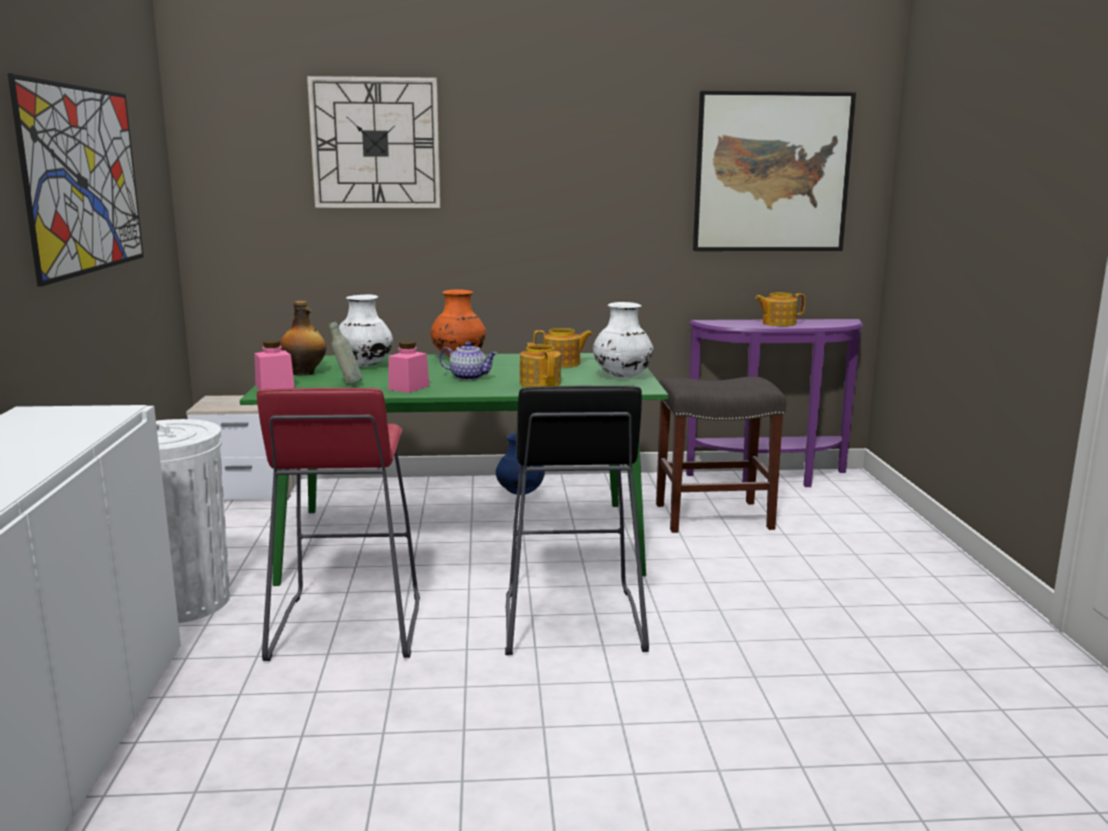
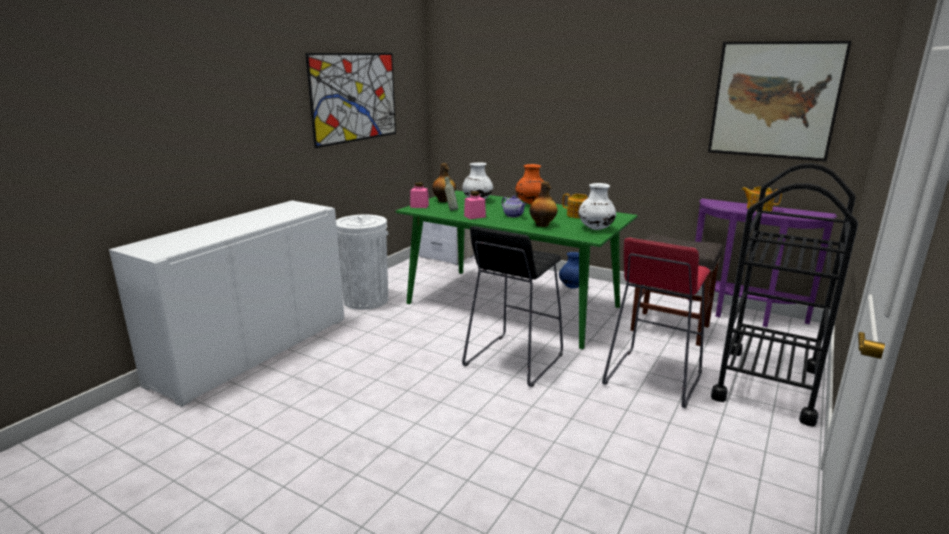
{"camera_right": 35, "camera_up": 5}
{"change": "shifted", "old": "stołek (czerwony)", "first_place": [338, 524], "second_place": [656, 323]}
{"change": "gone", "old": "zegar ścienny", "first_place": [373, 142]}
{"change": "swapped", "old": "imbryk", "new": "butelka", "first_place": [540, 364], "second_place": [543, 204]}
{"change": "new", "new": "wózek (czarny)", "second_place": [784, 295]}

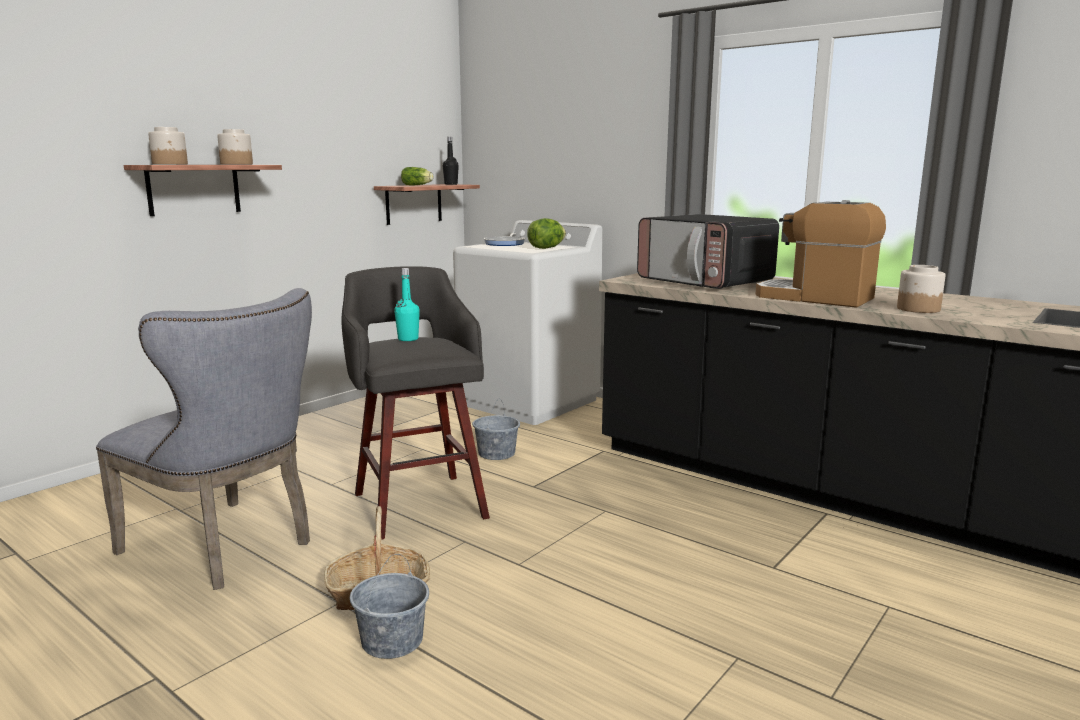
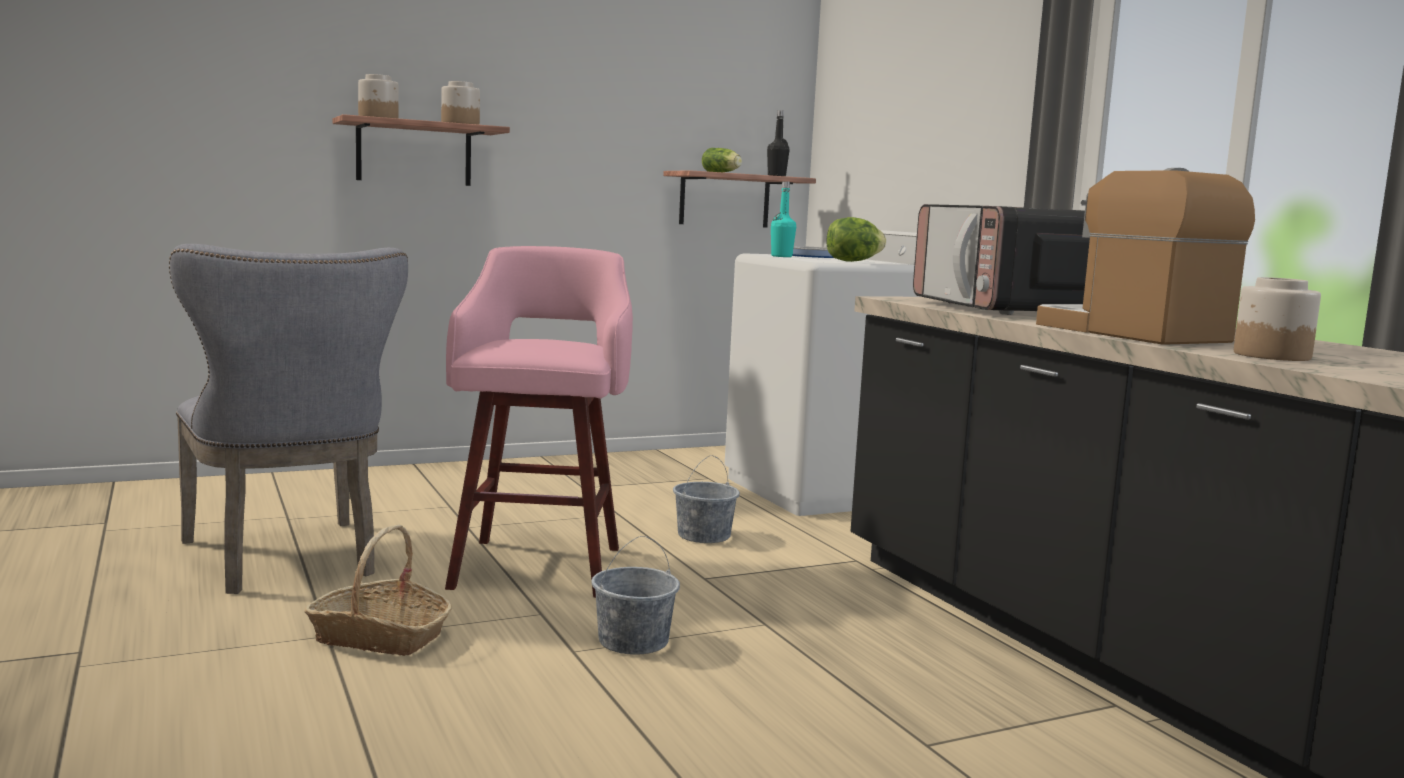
{"camera_right": 25, "camera_up": -5}
{"change": "repainted", "old": "stołek (szary)", "new": "stołek (różowy)", "first_place": [415, 403], "second_place": [539, 422]}
{"change": "shifted", "old": "wiadro (szary)", "first_place": [389, 606], "second_place": [636, 595]}
{"change": "shifted", "old": "butelka (turkusowy)", "first_place": [407, 304], "second_place": [783, 219]}

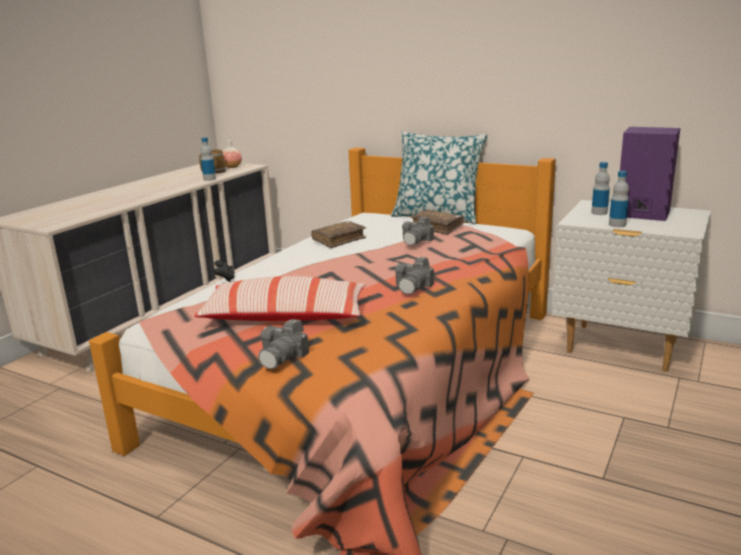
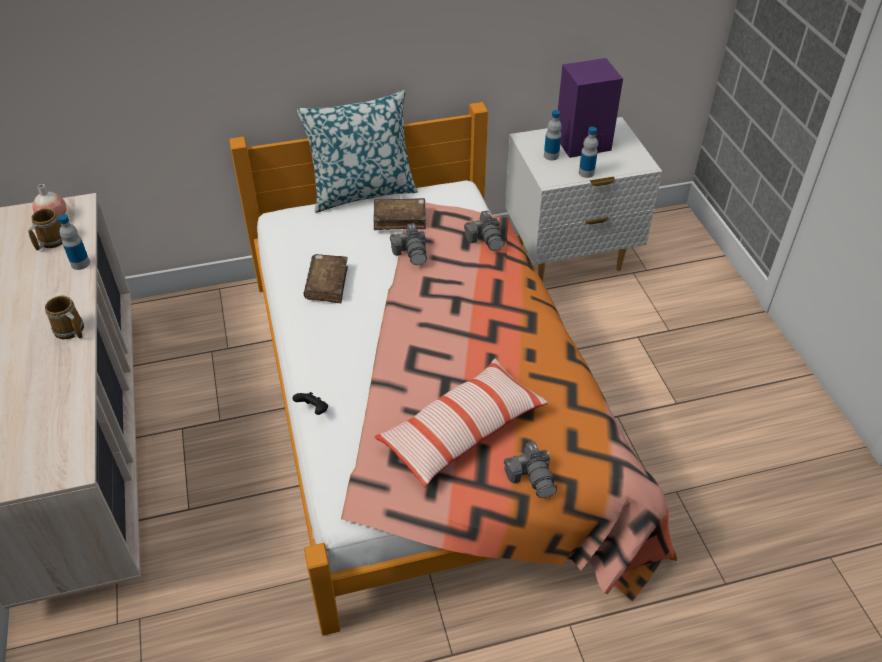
{"camera_right": -45, "camera_up": 25}
{"change": "shifted", "old": "aparat fotograficzny", "first_place": [414, 275], "second_place": [484, 230]}
{"change": "new", "new": "kubek", "second_place": [64, 317]}

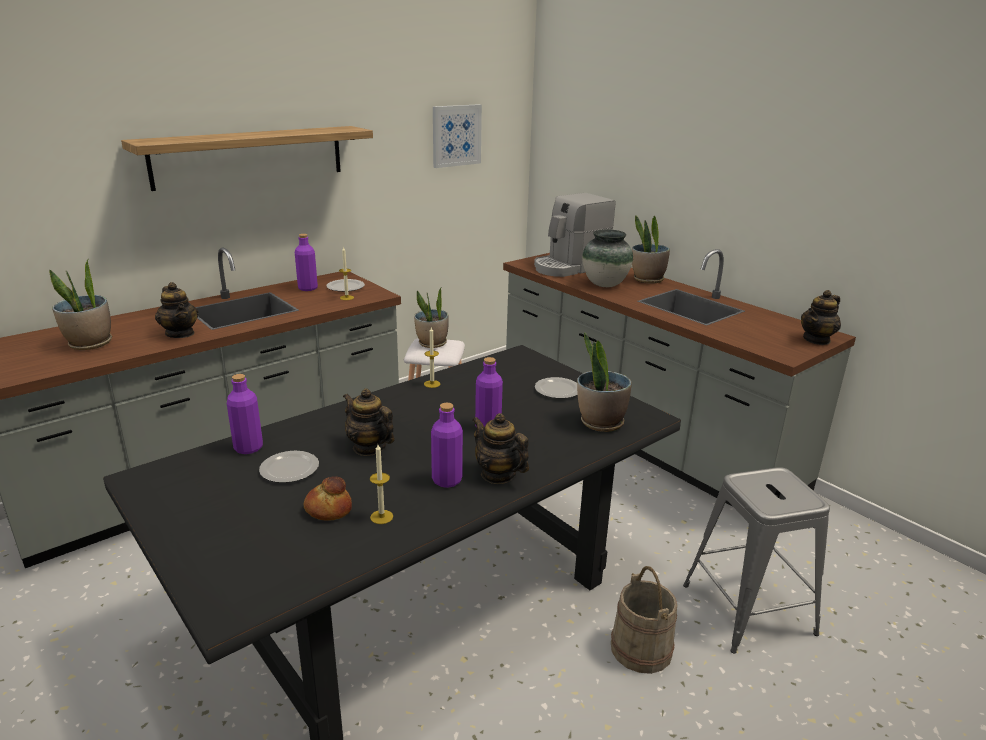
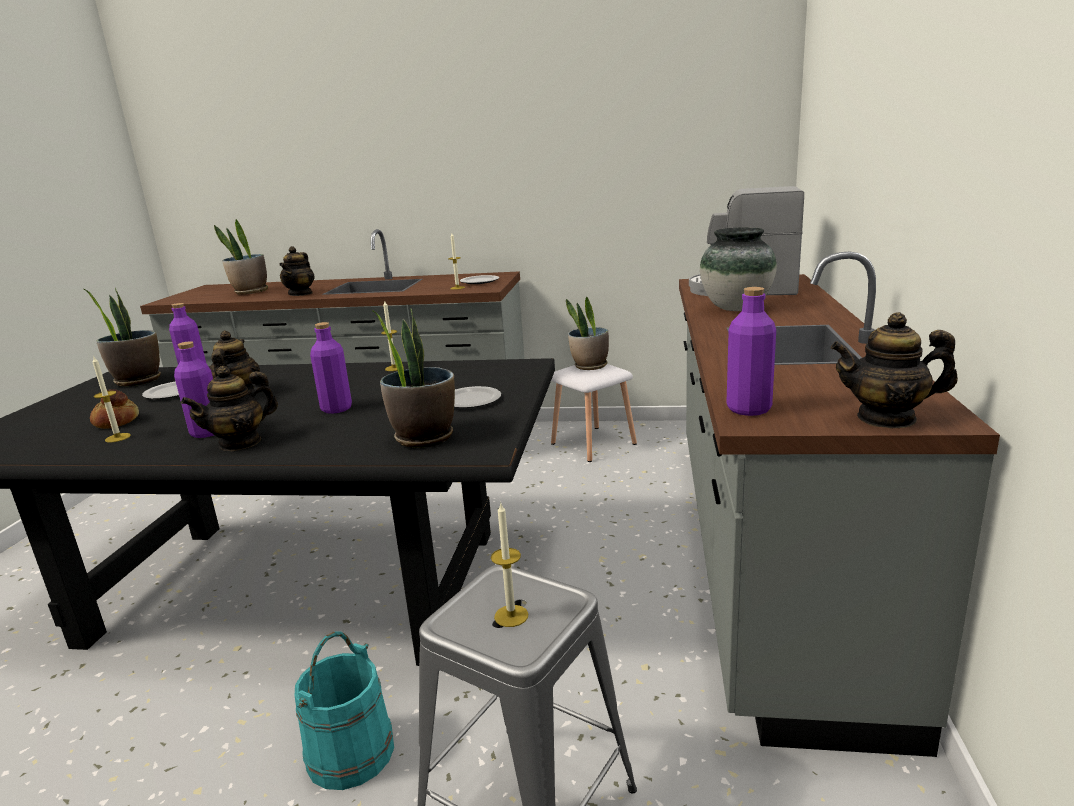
{"camera_right": 50, "camera_up": -5}
{"change": "gone", "old": "półka", "first_place": [247, 158]}
{"change": "shifted", "old": "butelka (fioletowy)", "first_place": [306, 262], "second_place": [751, 351]}
{"change": "gone", "old": "obraz", "first_place": [457, 136]}
{"change": "rotated", "old": "imbryk", "first_place": [500, 448], "second_place": [229, 408], "degrees": -135}
{"change": "repainted", "old": "wiadro (beżowy)", "new": "wiadro (turkusowy)", "first_place": [644, 620], "second_place": [344, 710]}
{"change": "shifted", "old": "roślina doniczkowa", "first_place": [651, 249], "second_place": [122, 337]}
{"change": "new", "new": "świeca", "second_place": [509, 565]}

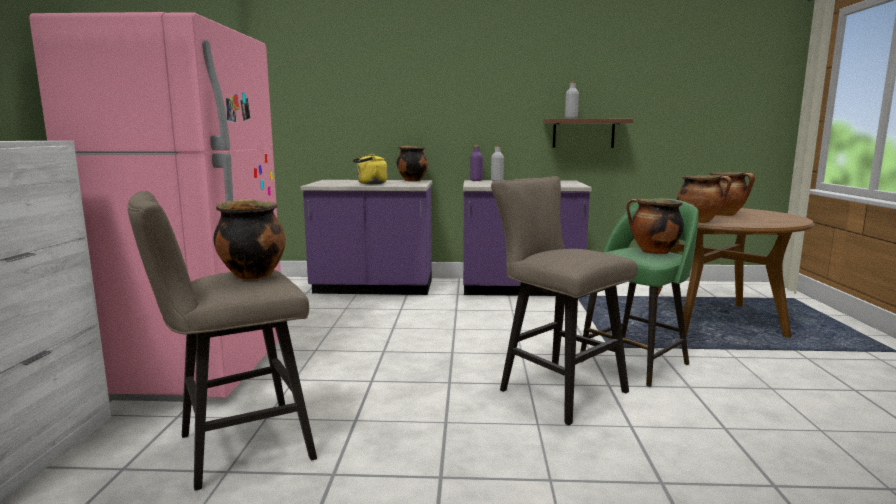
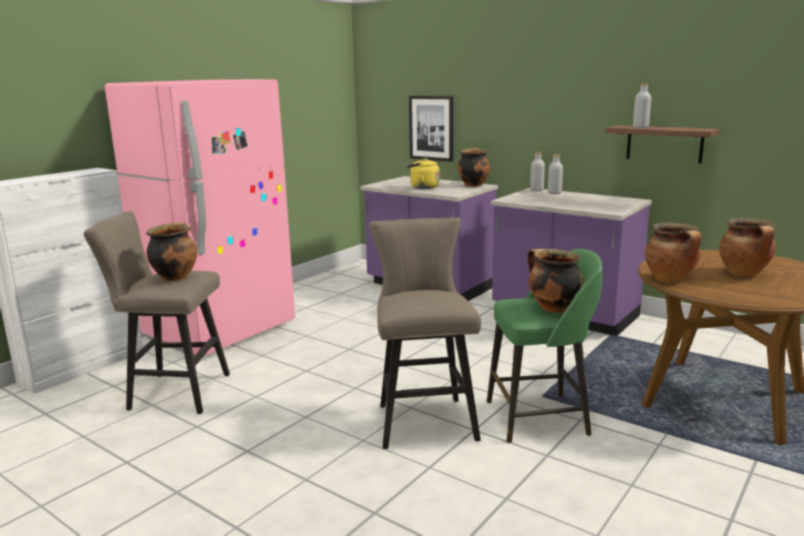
{"camera_right": 35, "camera_up": 5}
{"change": "repainted", "old": "butelka (fioletowy)", "new": "butelka (szary)", "first_place": [476, 163], "second_place": [537, 171]}
{"change": "new", "new": "obraz", "second_place": [431, 129]}

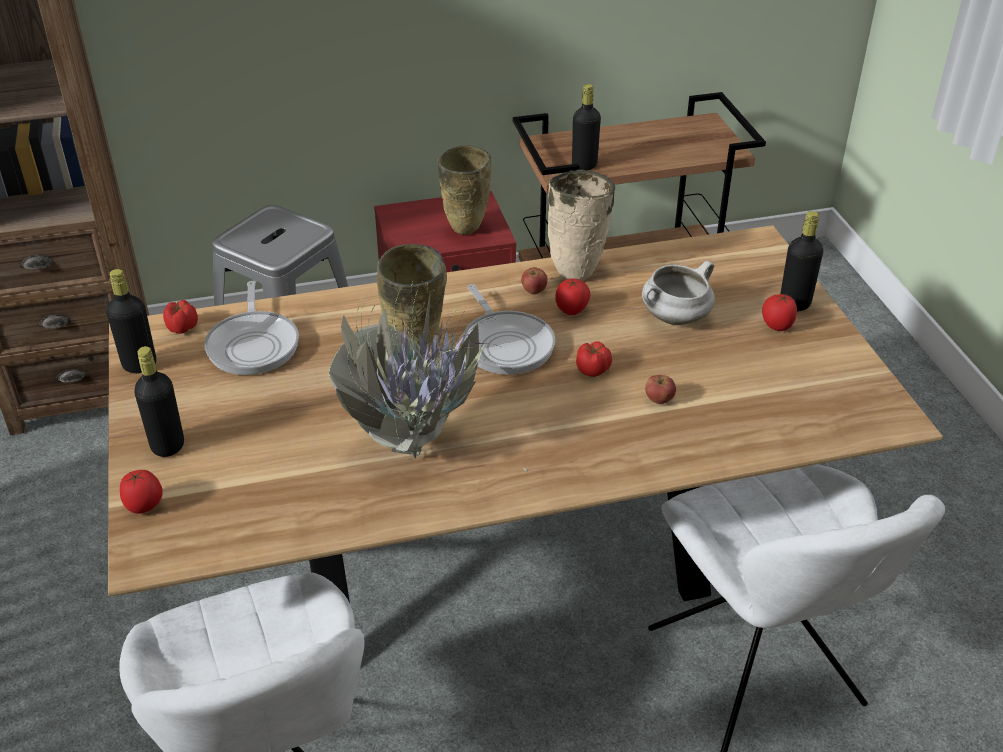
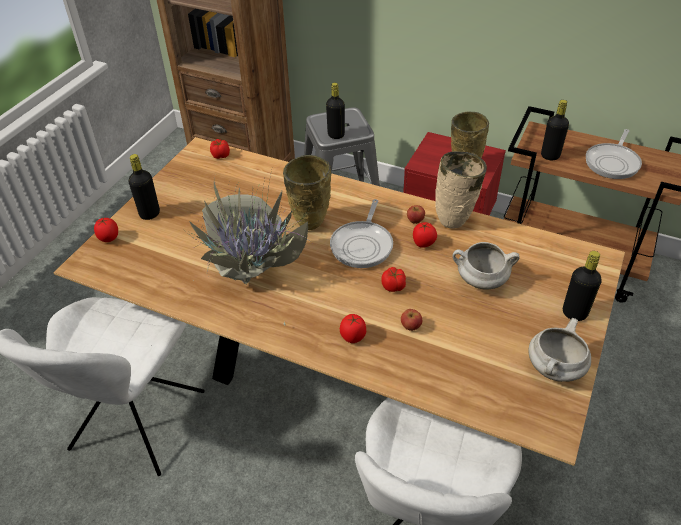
{"camera_right": 40, "camera_up": 5}
{"change": "shifted", "old": "butelka (czarny)", "first_place": [131, 321], "second_place": [335, 111]}
{"change": "shifted", "old": "patelnia", "first_place": [251, 328], "second_place": [614, 154]}
{"change": "shifted", "old": "pomidor", "first_place": [779, 312], "second_place": [353, 328]}
{"change": "new", "new": "garnek (biały)", "second_place": [559, 350]}

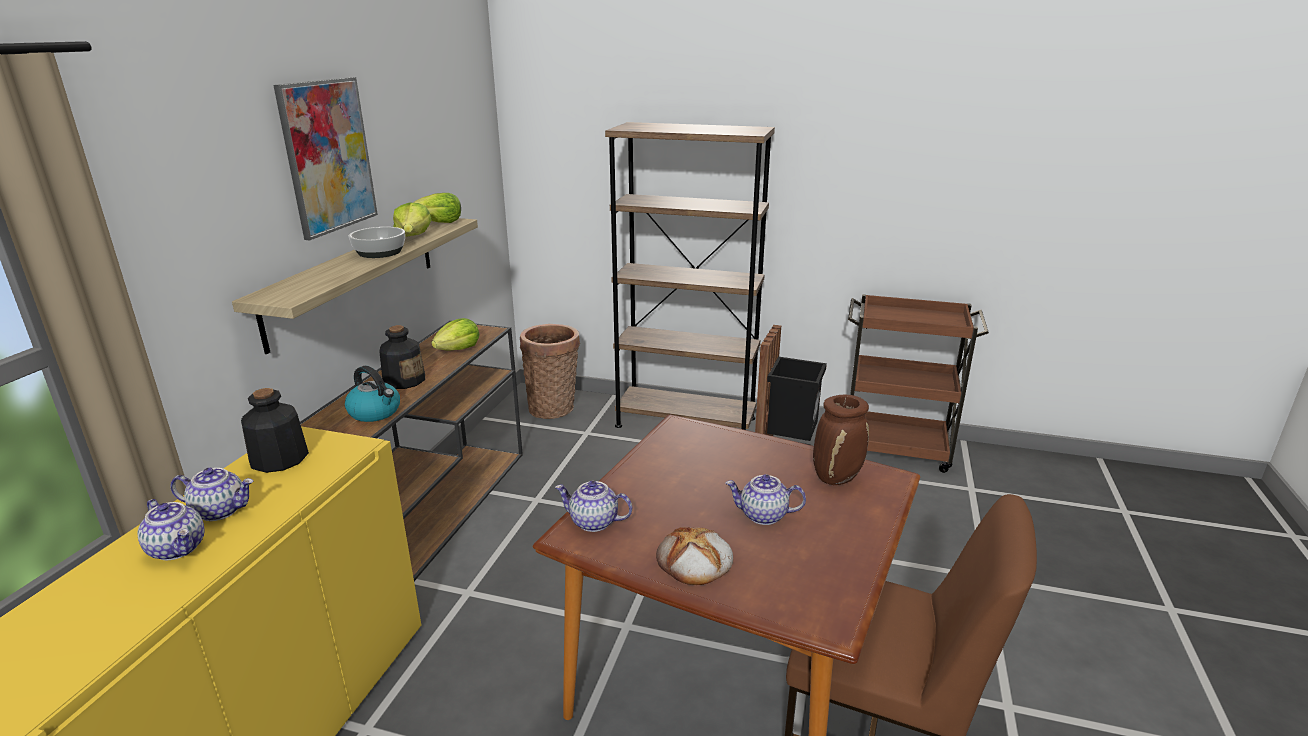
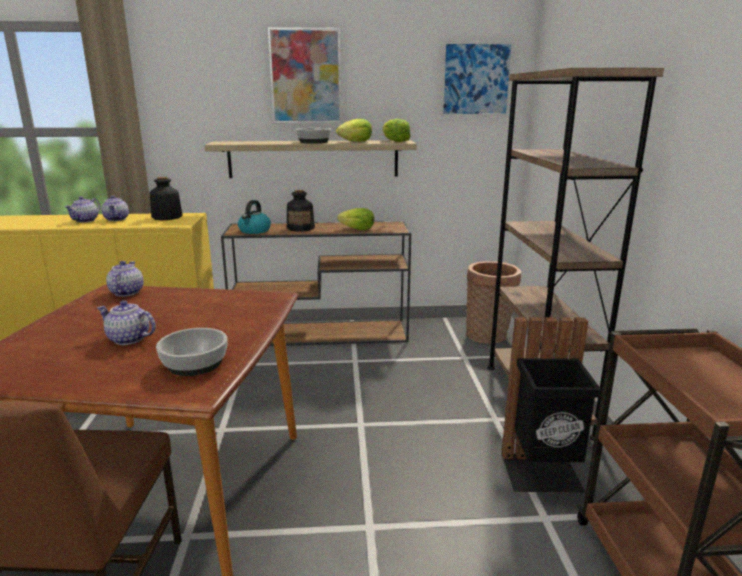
{"camera_right": 70, "camera_up": -5}
{"change": "gone", "old": "chleb", "first_place": [694, 556]}
{"change": "rotated", "old": "imbryk", "first_place": [766, 499], "second_place": [126, 323], "degrees": -60}
{"change": "swapped", "old": "wazon (brązowy)", "new": "miska", "first_place": [841, 440], "second_place": [191, 352]}
{"change": "new", "new": "obraz", "second_place": [477, 78]}

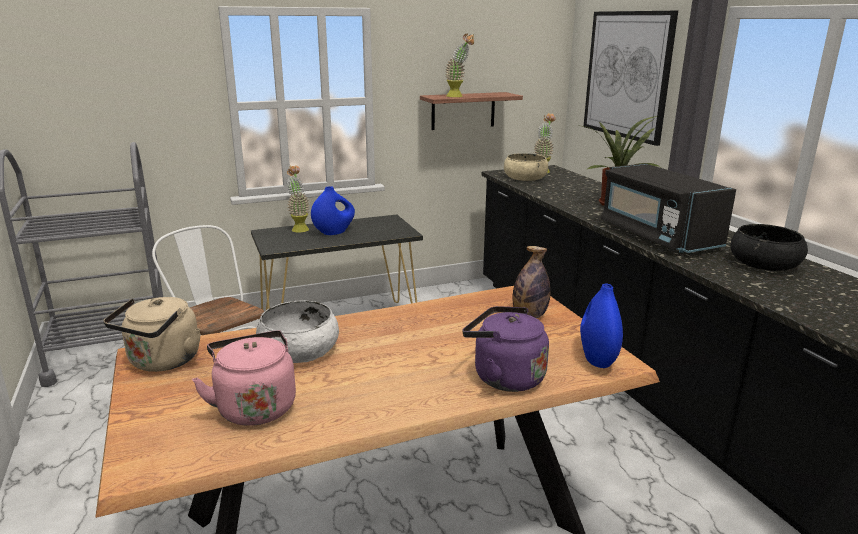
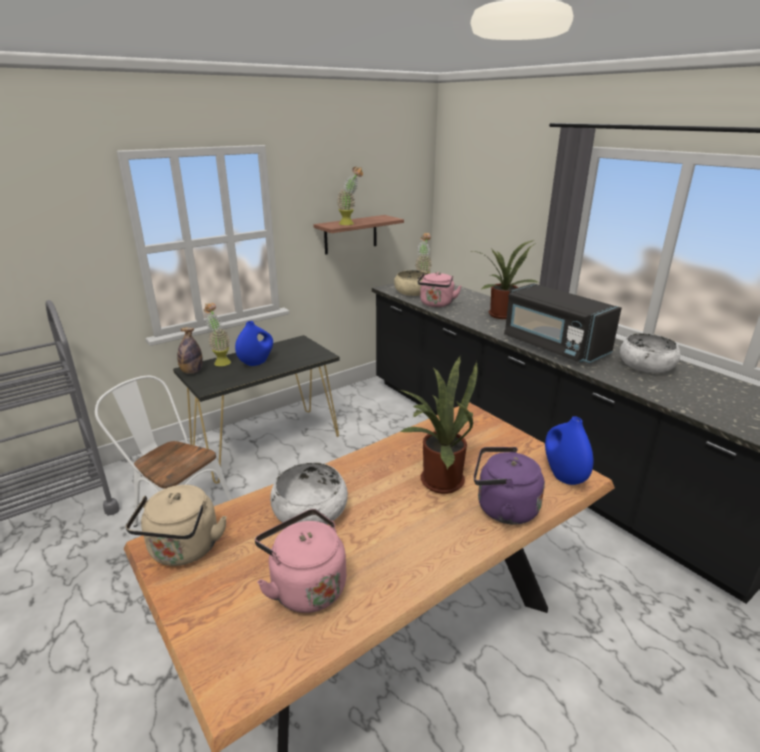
{"camera_right": -15, "camera_up": 5}
{"change": "shifted", "old": "butelka", "first_place": [531, 282], "second_place": [190, 350]}
{"change": "gone", "old": "obraz", "first_place": [631, 78]}
{"change": "repainted", "old": "miska (czarny)", "new": "miska (biały)", "first_place": [769, 247], "second_place": [650, 353]}
{"change": "new", "new": "roślina doniczkowa", "second_place": [439, 425]}
{"change": "new", "new": "czajnik (różowy)", "second_place": [439, 289]}

